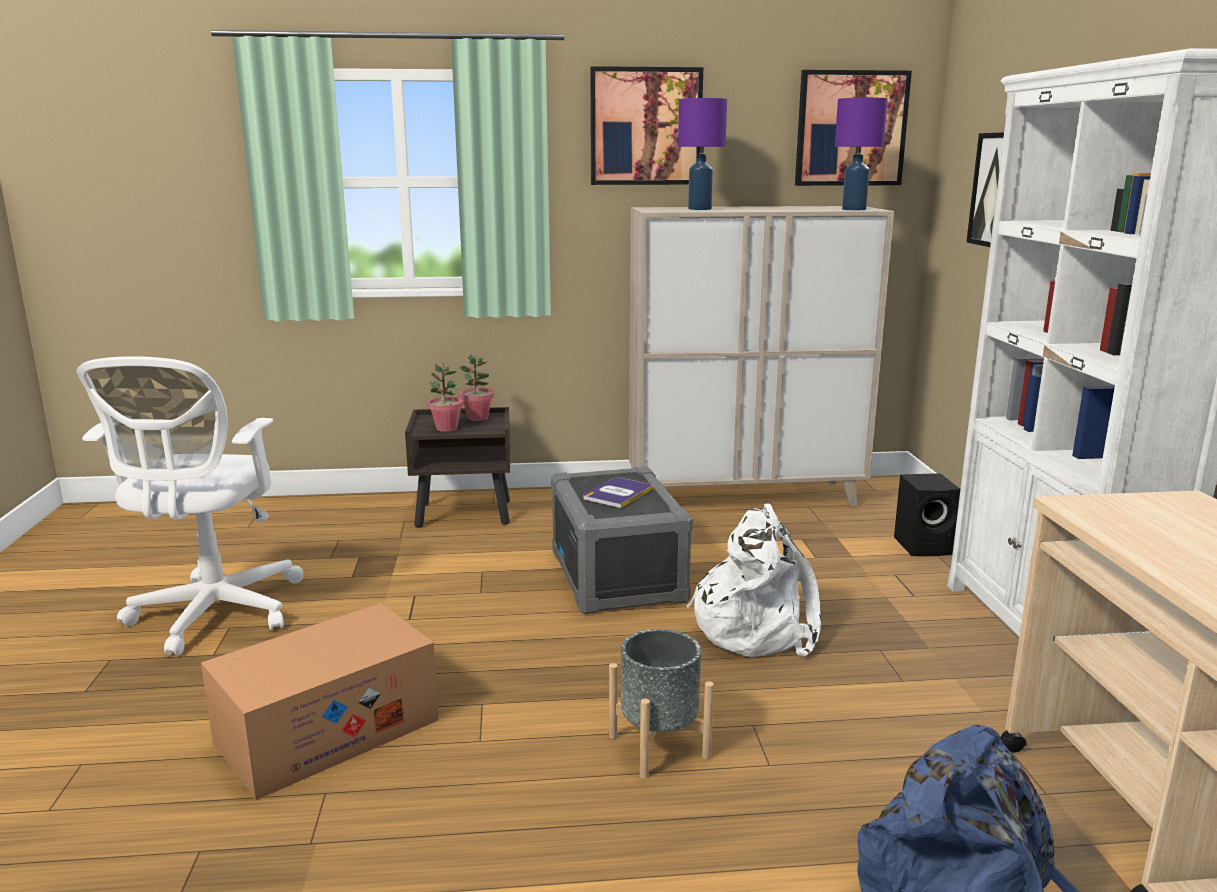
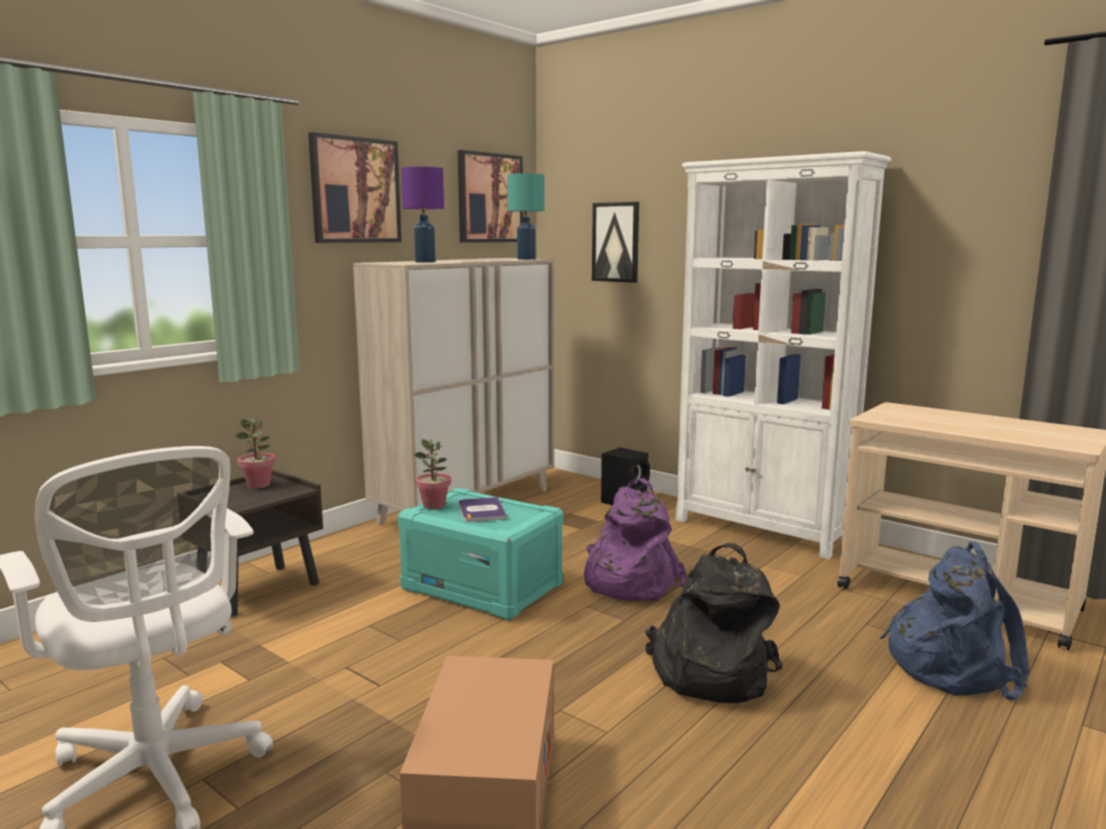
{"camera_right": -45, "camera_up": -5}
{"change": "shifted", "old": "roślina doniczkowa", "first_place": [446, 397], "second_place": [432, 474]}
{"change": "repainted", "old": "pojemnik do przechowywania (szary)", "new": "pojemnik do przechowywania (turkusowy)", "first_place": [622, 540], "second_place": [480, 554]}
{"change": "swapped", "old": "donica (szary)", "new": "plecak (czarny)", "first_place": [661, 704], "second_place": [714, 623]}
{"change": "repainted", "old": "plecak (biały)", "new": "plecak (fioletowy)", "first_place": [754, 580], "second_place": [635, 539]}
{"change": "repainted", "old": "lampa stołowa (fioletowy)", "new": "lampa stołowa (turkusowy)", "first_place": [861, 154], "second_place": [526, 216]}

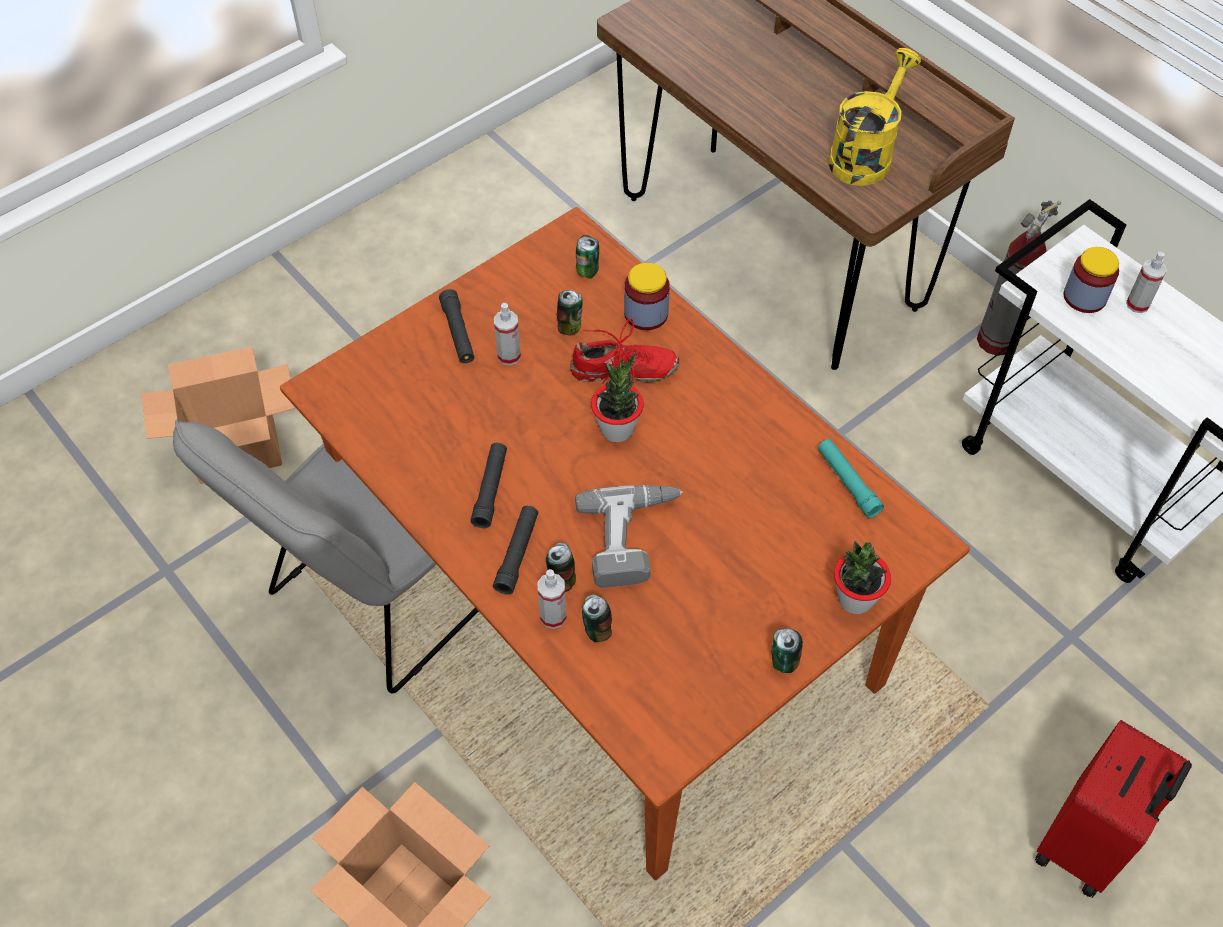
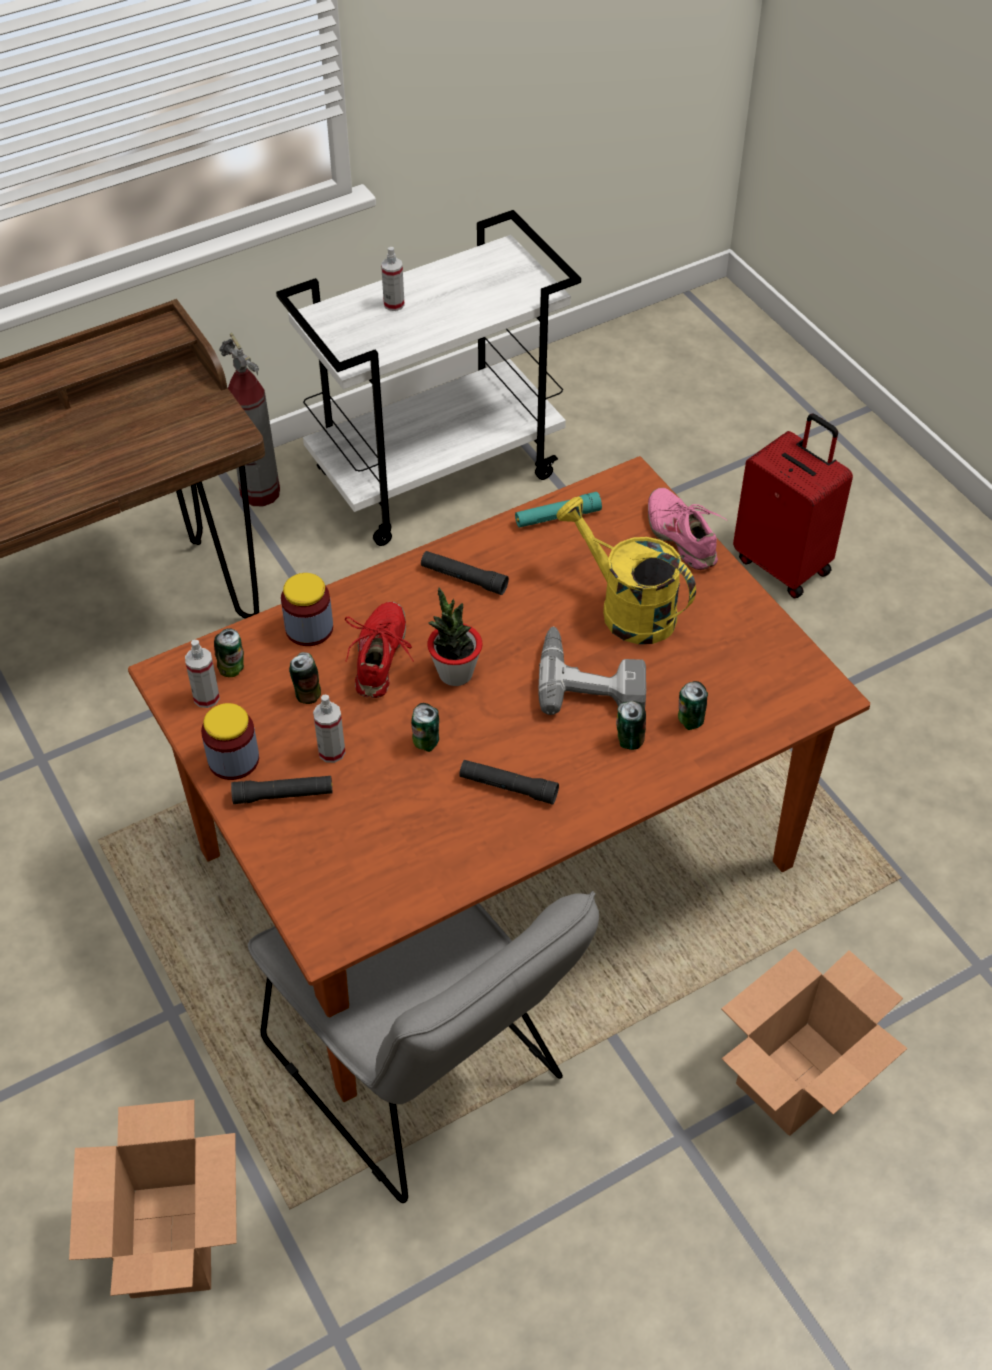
{"camera_right": -80, "camera_up": -5}
{"change": "shifted", "old": "latarka (czarny)", "first_place": [515, 550], "second_place": [465, 573]}
{"change": "shifted", "old": "spryskiwacz", "first_place": [552, 599], "second_place": [202, 674]}
{"change": "shifted", "old": "puszka", "first_place": [787, 650], "second_place": [425, 727]}
{"change": "shifted", "old": "konewka (żółty)", "first_place": [874, 117], "second_place": [626, 570]}
{"change": "swapped", "old": "roślina doniczkowa", "new": "but (różowy)", "first_place": [862, 577], "second_place": [687, 529]}
{"change": "shifted", "old": "słoik", "first_place": [1091, 280], "second_place": [230, 741]}

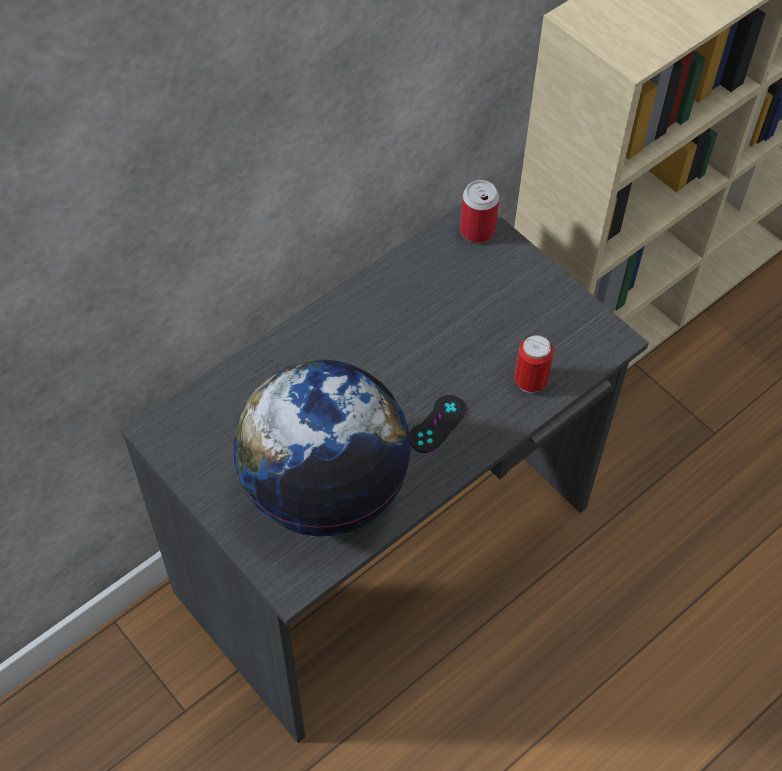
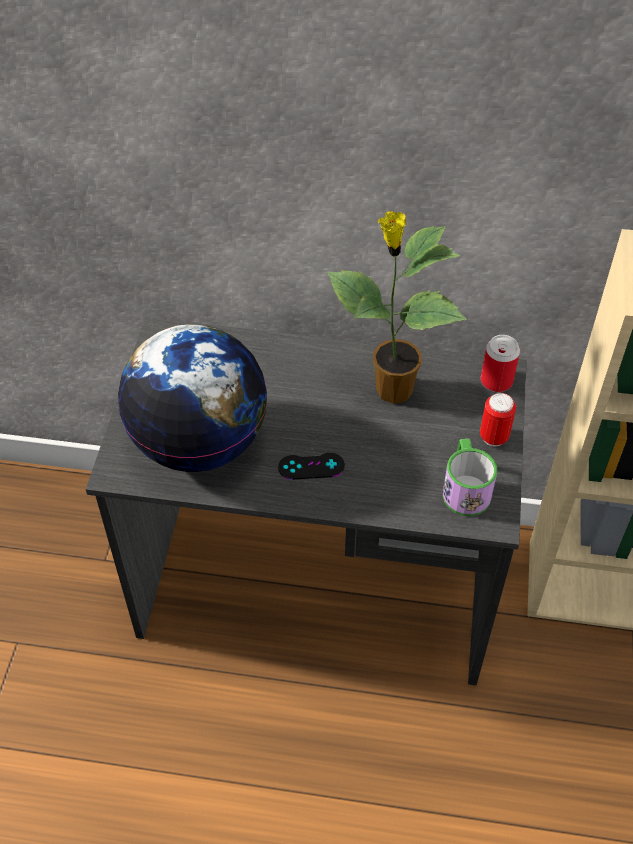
{"camera_right": 50, "camera_up": -5}
{"change": "shifted", "old": "puszka", "first_place": [534, 364], "second_place": [498, 419]}
{"change": "new", "new": "roślina doniczkowa", "second_place": [397, 307]}
{"change": "new", "new": "kubek", "second_place": [470, 477]}

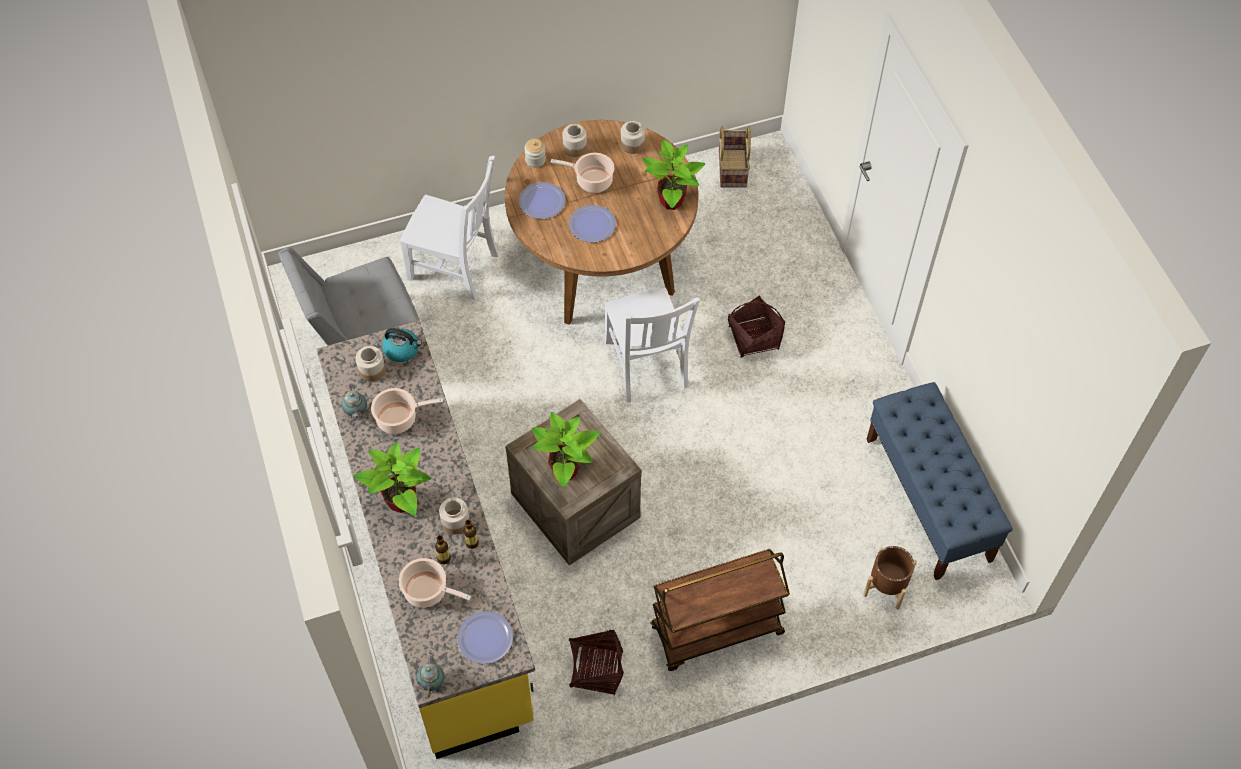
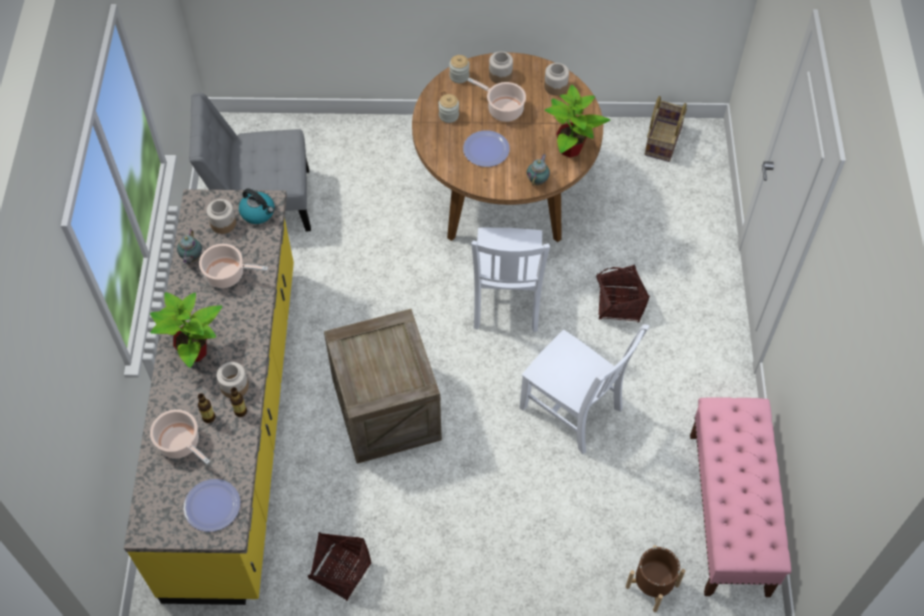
{"camera_right": 20, "camera_up": 0}
{"change": "shifted", "old": "krzesło (biały)", "first_place": [449, 228], "second_place": [584, 389]}
{"change": "shifted", "old": "imbryk", "first_place": [430, 675], "second_place": [538, 170]}
{"change": "swapped", "old": "talerz", "new": "słoik", "first_place": [542, 200], "second_place": [448, 108]}
{"change": "gone", "old": "roślina doniczkowa", "first_place": [566, 449]}
{"change": "gone", "old": "wózek (brązowy)", "first_place": [720, 610]}
{"change": "repainted", "old": "ławka (niebieski)", "new": "ławka (różowy)", "first_place": [939, 481], "second_place": [740, 497]}

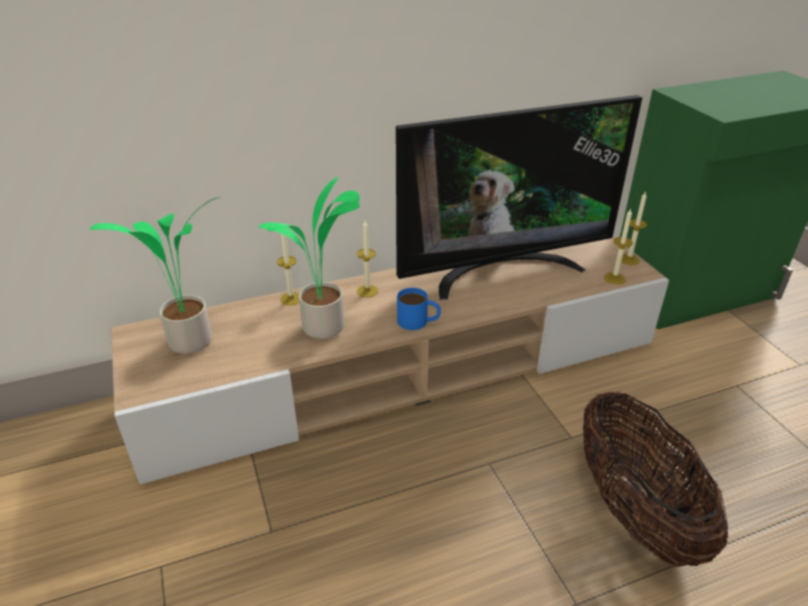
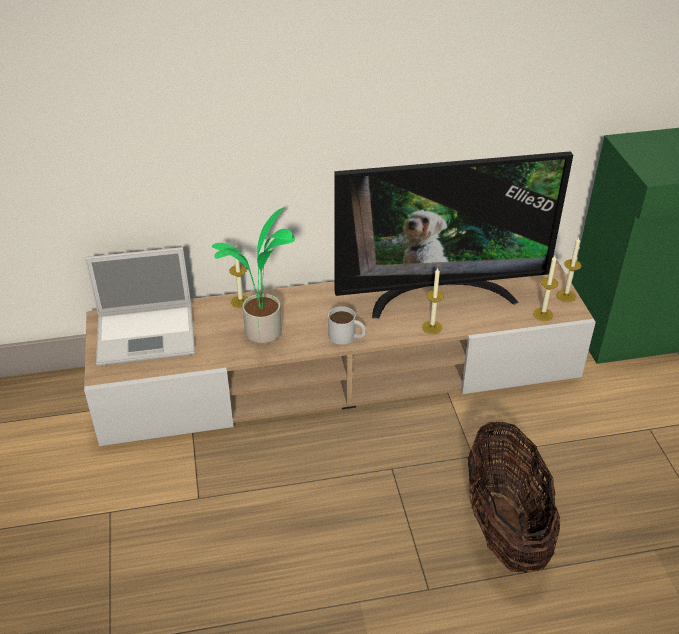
{"camera_right": 10, "camera_up": 5}
{"change": "swapped", "old": "roślina doniczkowa", "new": "laptop", "first_place": [155, 275], "second_place": [140, 306]}
{"change": "shifted", "old": "świeca", "first_place": [368, 259], "second_place": [433, 301]}
{"change": "repainted", "old": "kubek (niebieski)", "new": "kubek (biały)", "first_place": [419, 309], "second_place": [347, 325]}

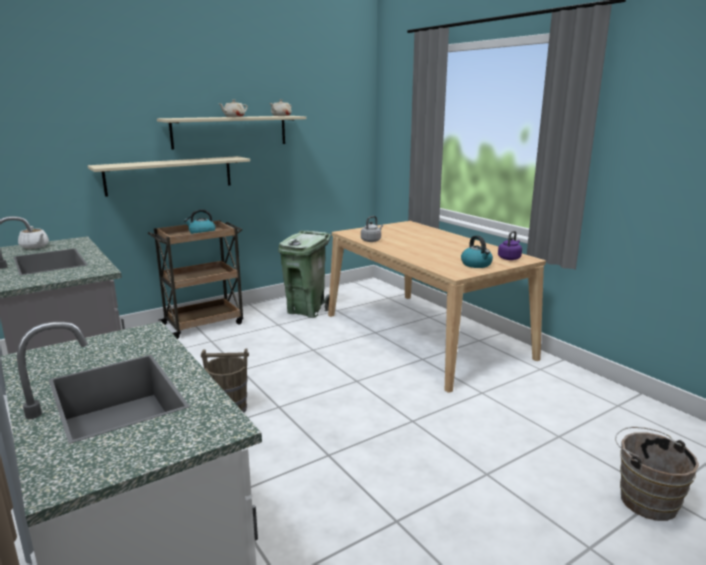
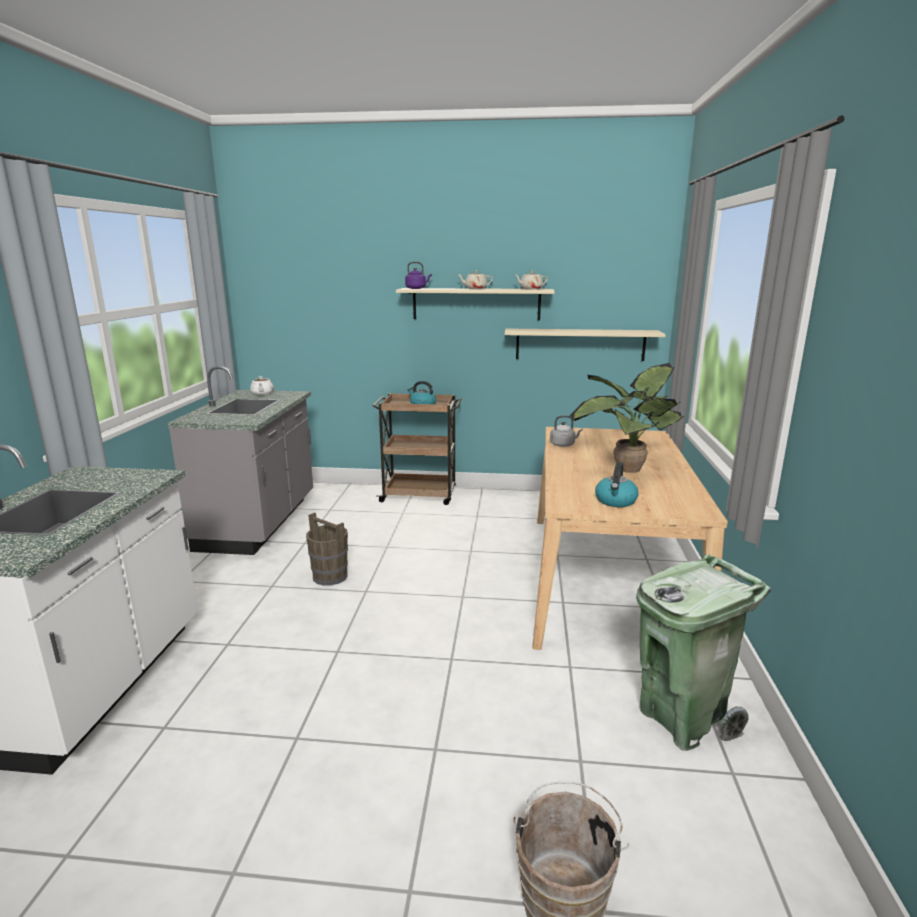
{"camera_right": 40, "camera_up": 0}
{"change": "shifted", "old": "półka (beżowy)", "first_place": [169, 176], "second_place": [585, 344]}
{"change": "shifted", "old": "kosz na śmieci (zielony)", "first_place": [304, 274], "second_place": [703, 652]}
{"change": "shifted", "old": "czajnik (fioletowy)", "first_place": [510, 245], "second_place": [418, 275]}
{"change": "new", "new": "roślina doniczkowa", "second_place": [627, 418]}

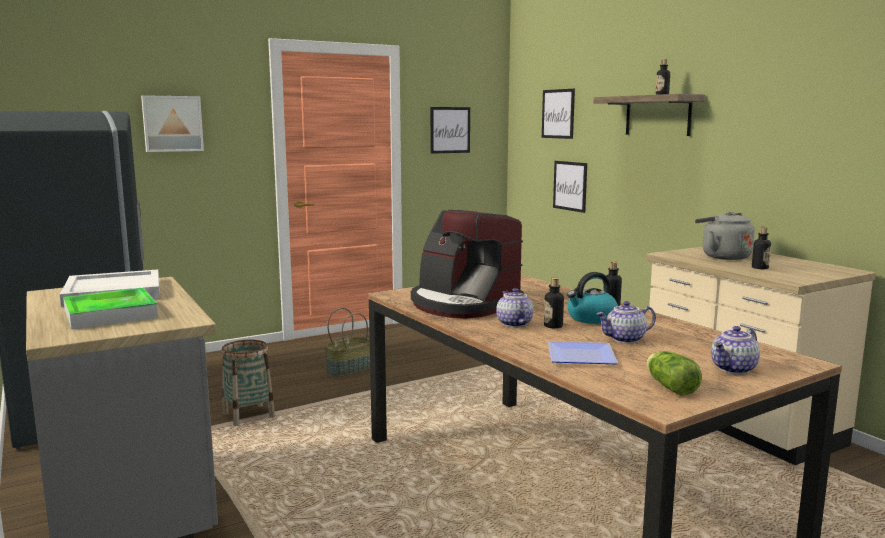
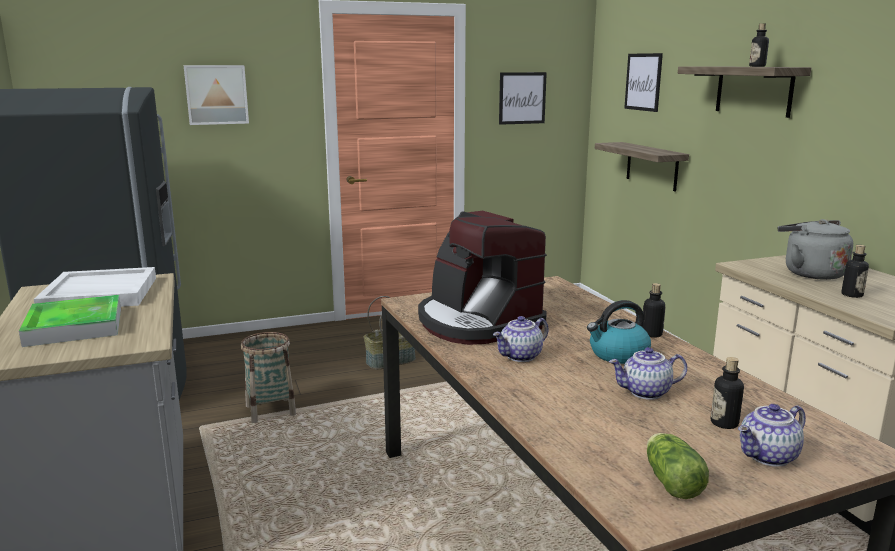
{"camera_right": 10, "camera_up": 5}
{"change": "rotated", "old": "imbryk", "first_place": [515, 307], "second_place": [521, 339], "degrees": -120}
{"change": "shifted", "old": "butelka", "first_place": [554, 303], "second_place": [727, 393]}
{"change": "gone", "old": "talerz", "first_place": [583, 352]}
{"change": "swapped", "old": "obraz", "new": "półka", "first_place": [570, 187], "second_place": [642, 166]}

